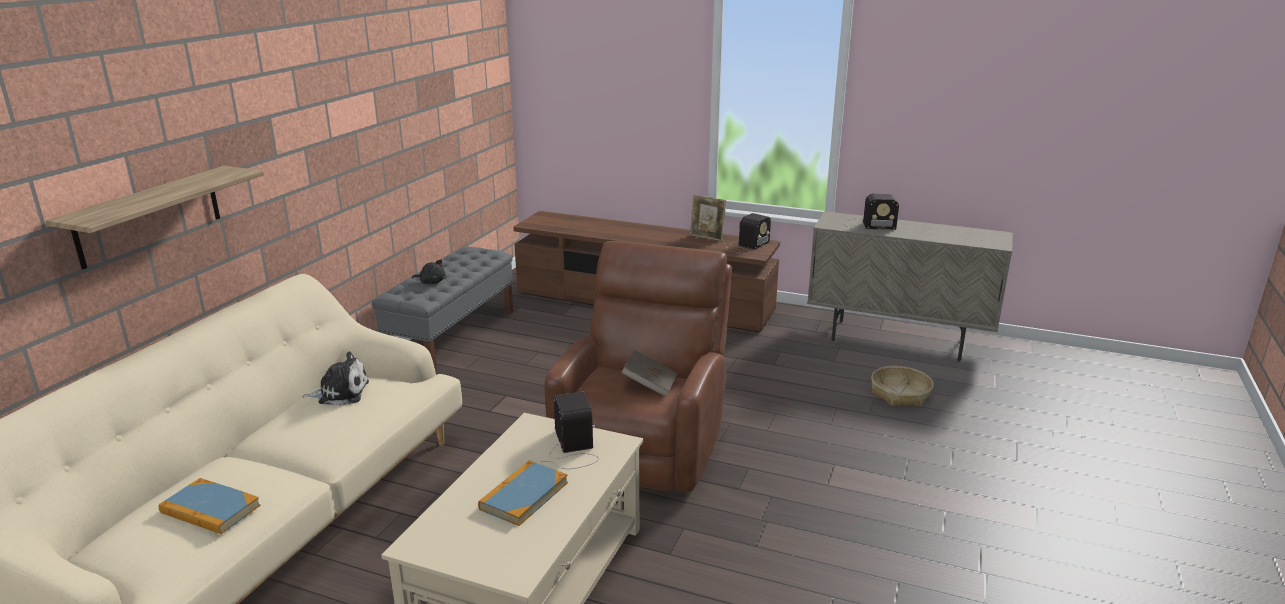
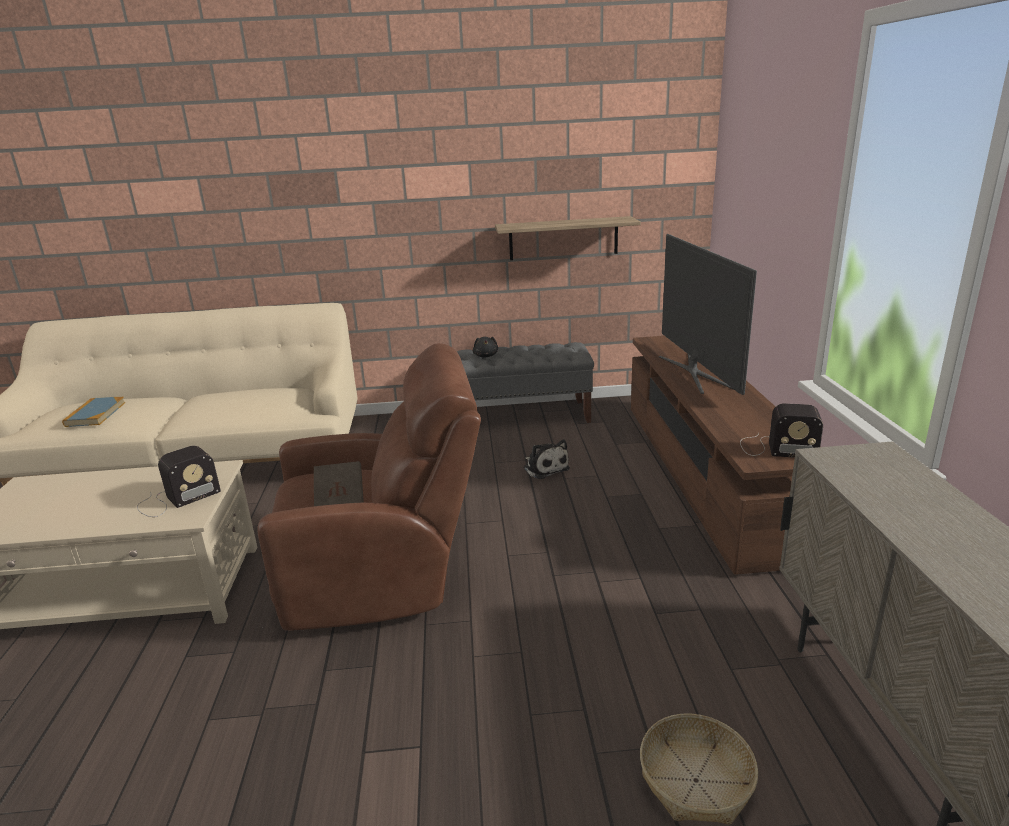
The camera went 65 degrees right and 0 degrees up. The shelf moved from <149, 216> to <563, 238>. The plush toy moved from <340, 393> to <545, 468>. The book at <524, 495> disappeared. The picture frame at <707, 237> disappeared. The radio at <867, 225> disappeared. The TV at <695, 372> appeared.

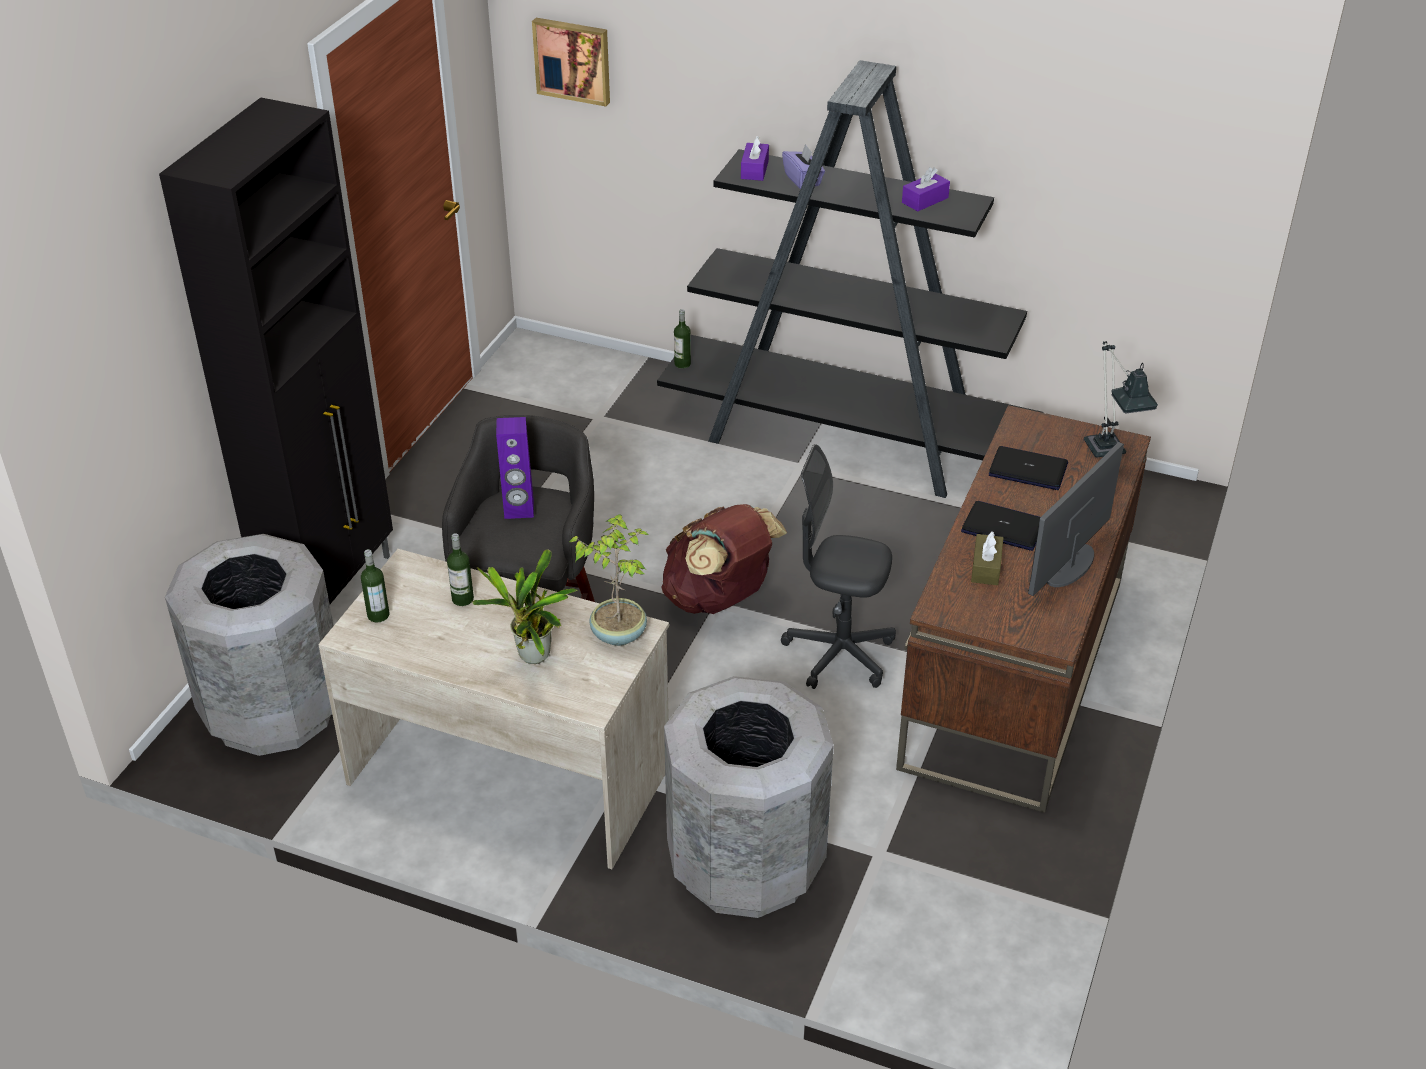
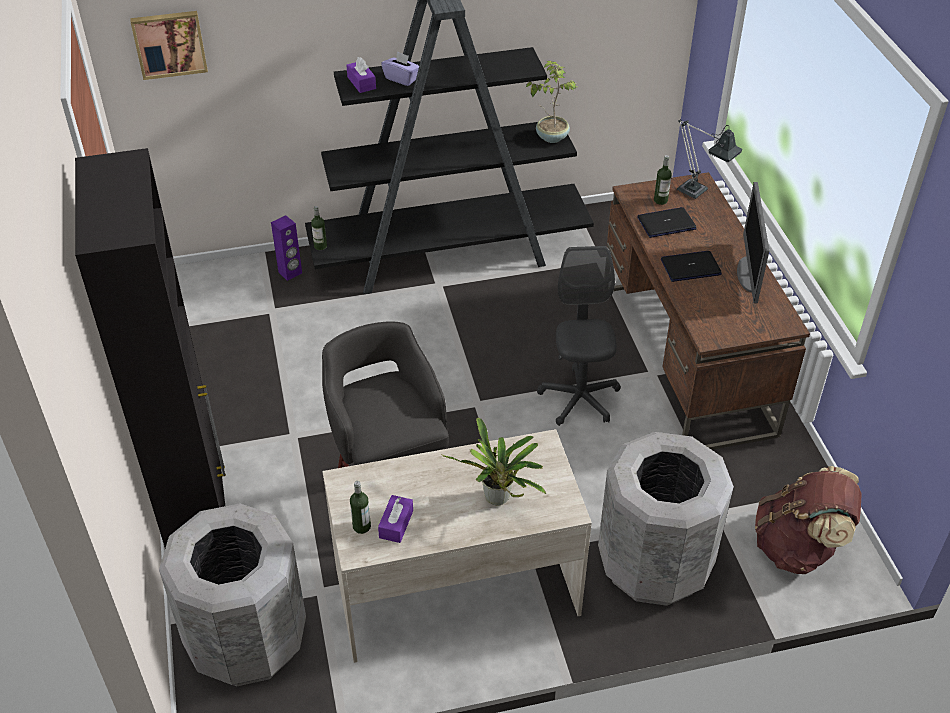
The camera went 35 degrees left and 5 degrees up. The beverage bottle moved from <462, 599> to <660, 200>. The purplish loudspeaker moved from <519, 510> to <290, 273>. The potted plant moved from <619, 633> to <551, 137>. The brown knapsack moved from <719, 599> to <798, 547>. The gray desk chair at <839, 654> turned 105 degrees clockwise. The purplish tissue holder moved from <925, 200> to <396, 524>. The brown tissue holder at <986, 567> disappeared.

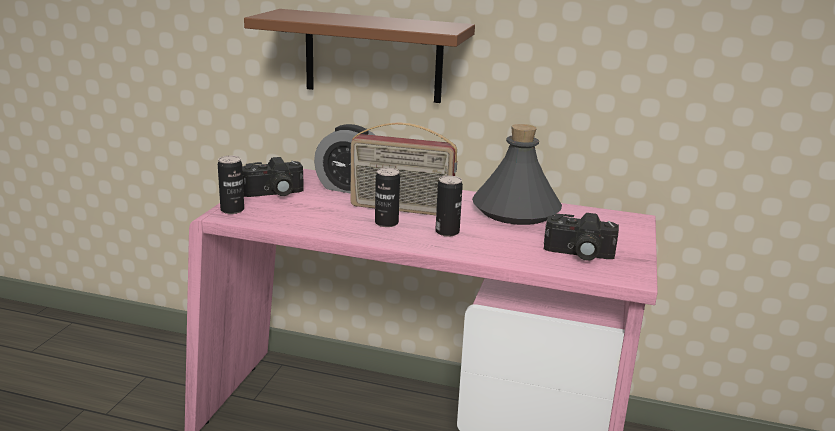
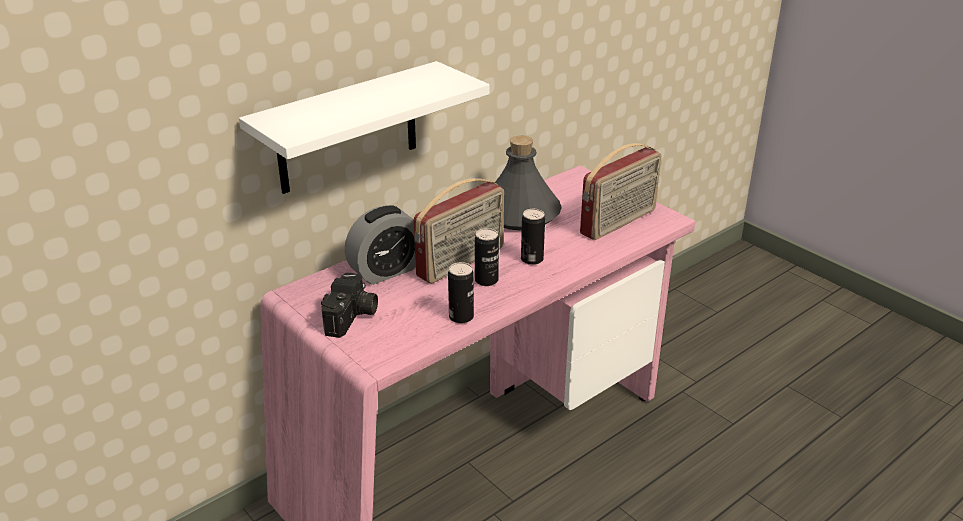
The camera went 55 degrees left and 10 degrees up. The metal can moved from <232, 210> to <461, 317>. The brown shelf at <373, 56> became the white-coloured shelf at <347, 129>. The still camera at <578, 254> was replaced by the radio at <619, 222>.

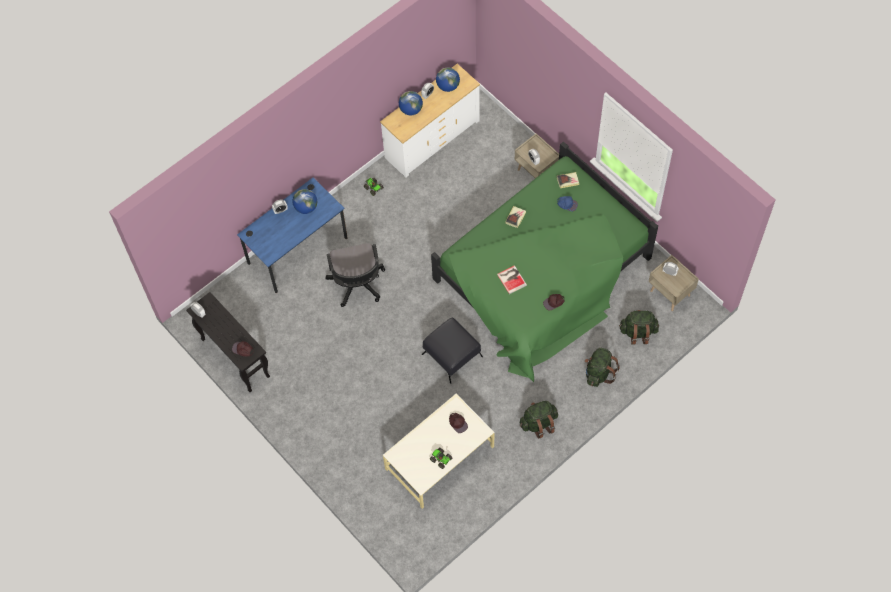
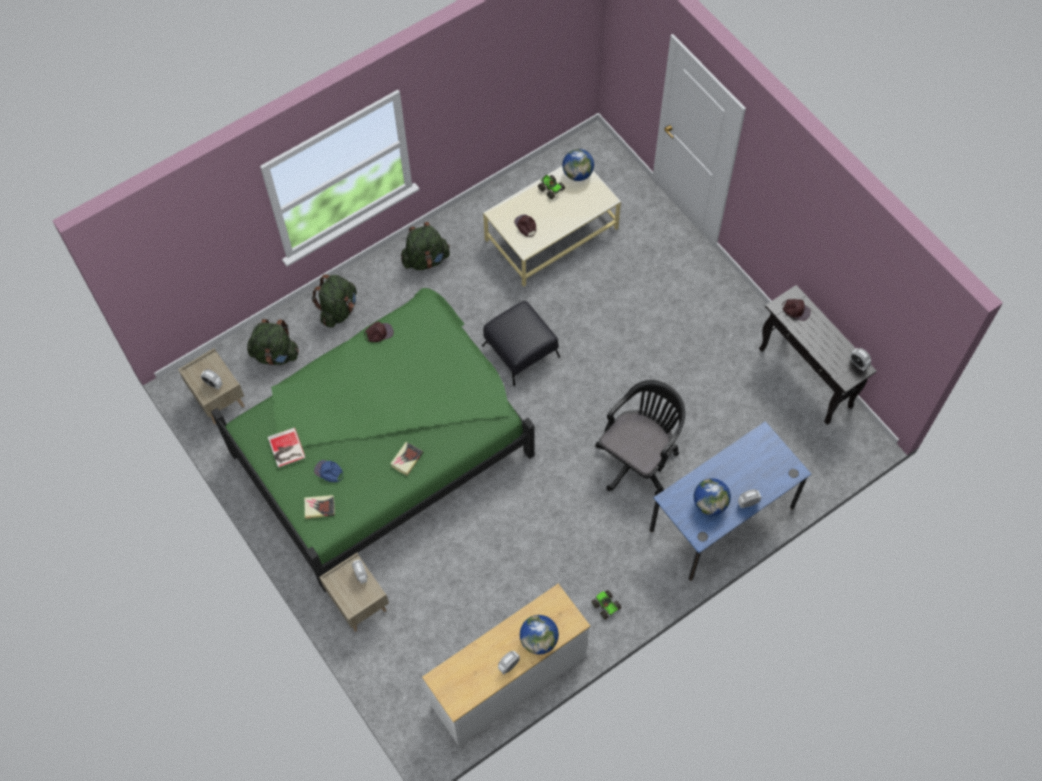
The camera went 175 degrees left and 0 degrees up. The black-coloured desk chair at <357, 285> turned 45 degrees clockwise. The globe moved from <448, 86> to <577, 174>. The book moved from <512, 279> to <286, 448>.

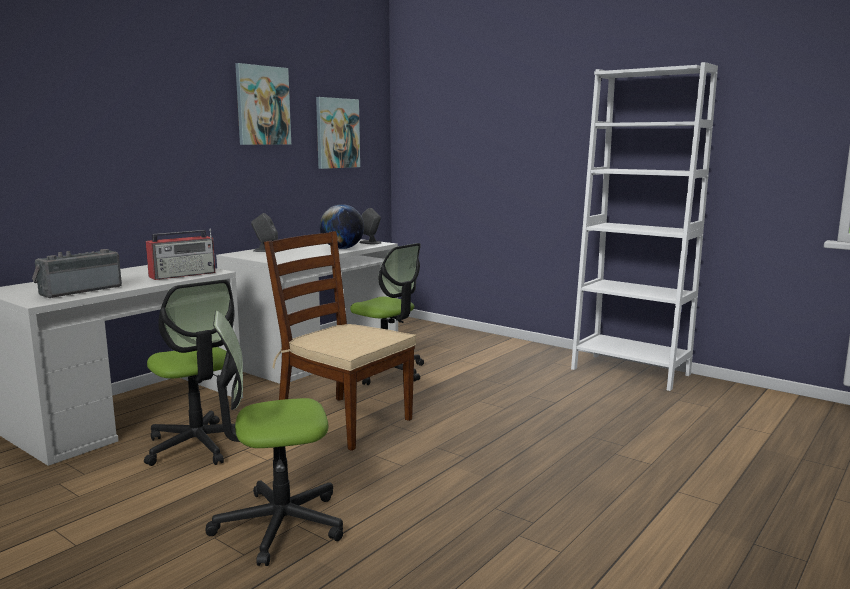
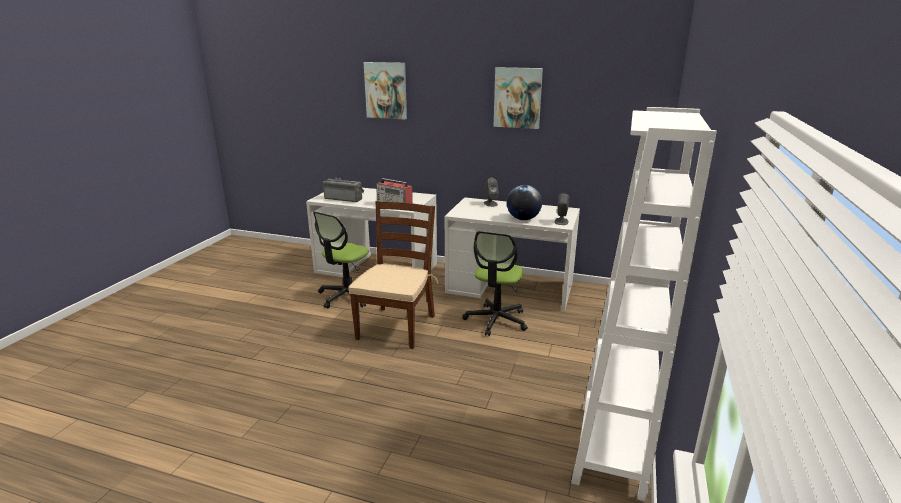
The camera went 70 degrees right and 10 degrees up. The desk chair at <279, 524> disappeared. The picture moved from <337, 133> to <386, 90>.

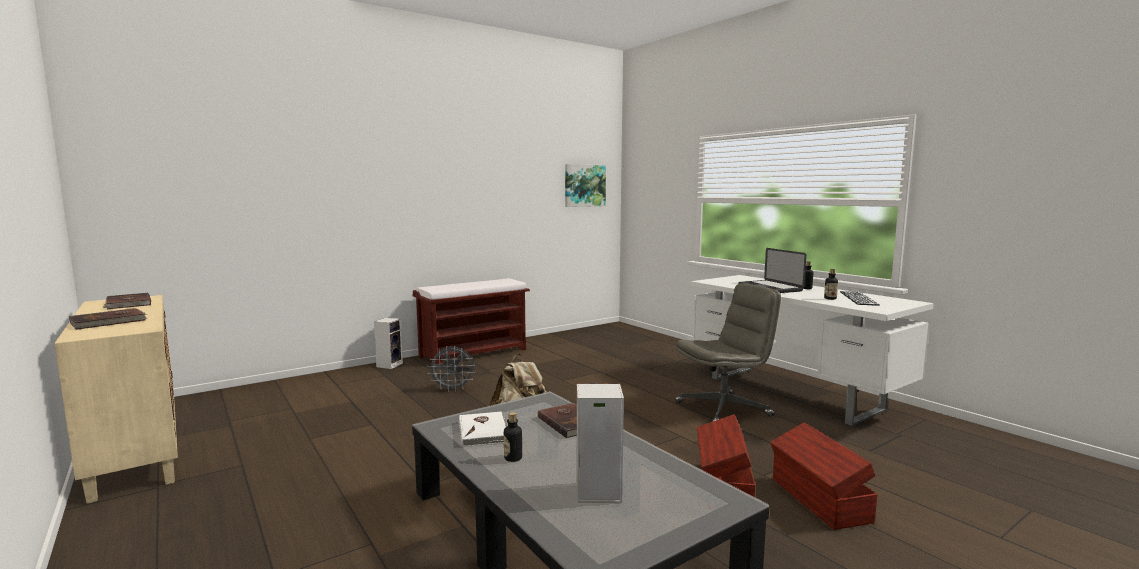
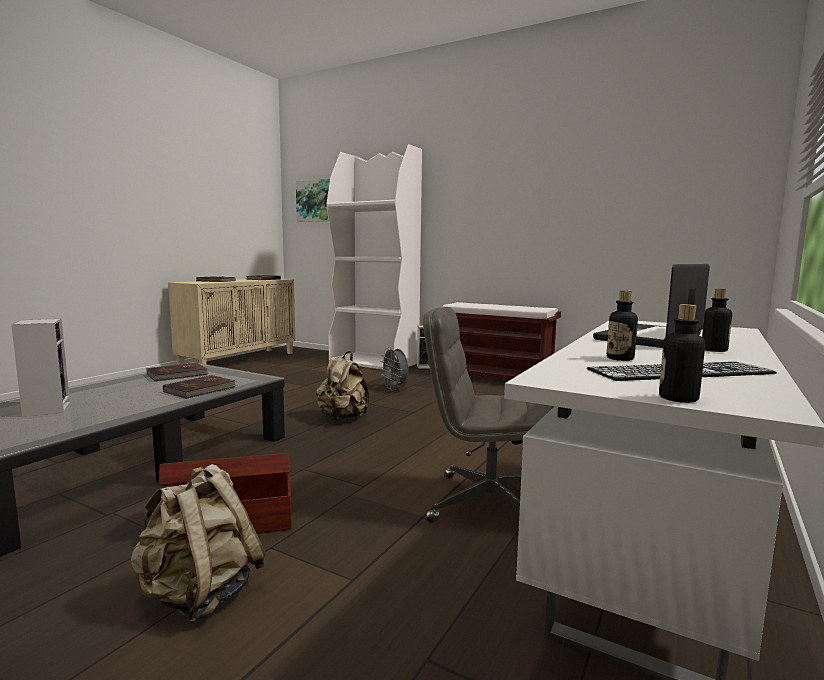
The camera went 65 degrees right and 0 degrees up. The white-coloured book at <484, 431> became the brown book at <178, 374>. The beverage bottle moved from <513, 458> to <678, 398>. The picture moved from <584, 185> to <316, 201>. The gray desk chair at <723, 409> turned 150 degrees clockwise. The brown storage container at <819, 500> was replaced by the beige knapsack at <199, 595>. The white-coloured shelving unit at <374, 362> appeared.

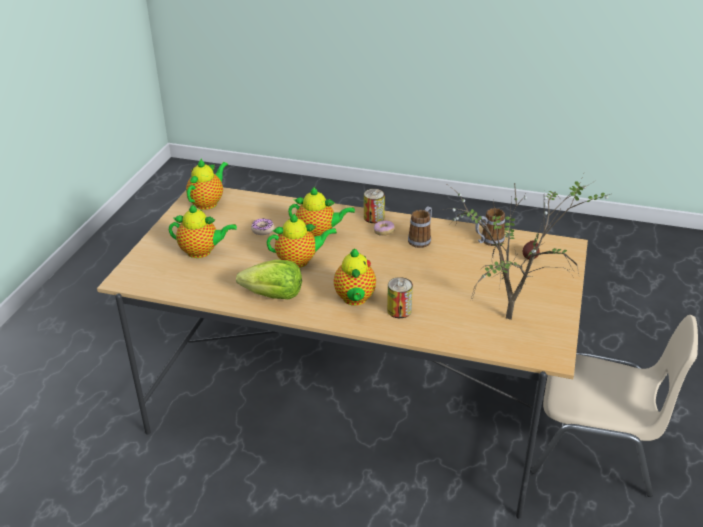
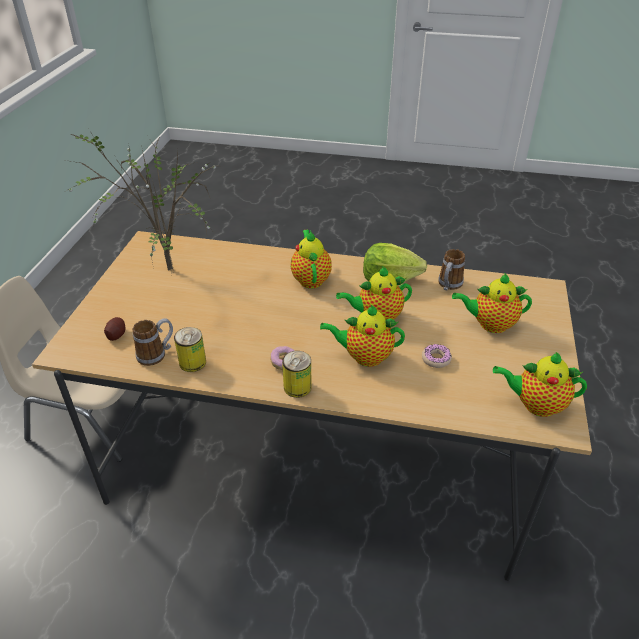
The camera went 175 degrees right and 5 degrees up. The teapot at <208, 202> turned 75 degrees clockwise. The metal can moved from <399, 310> to <192, 362>. The coffee mug moved from <421, 239> to <448, 286>.

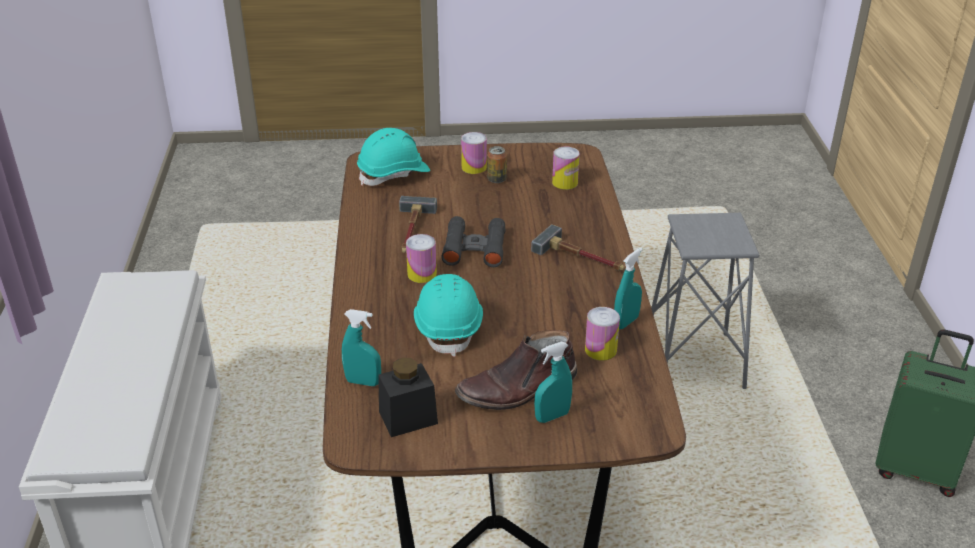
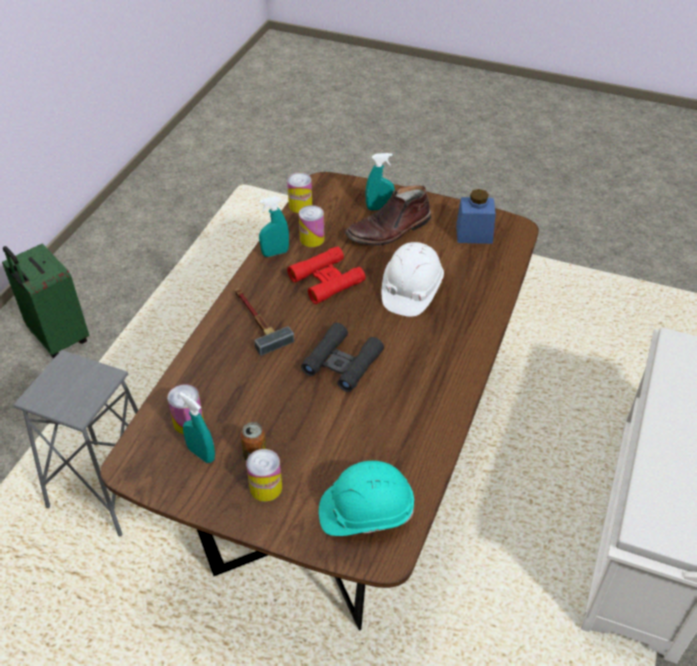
The camera went 155 degrees left and 10 degrees up. The turquoise hand sprayer moved from <363, 382> to <201, 454>. The black-coloured storage jar at <408, 418> became the blue-coloured storage jar at <474, 234>. The tool hammer at <412, 231> disappeared. The metal can moved from <422, 274> to <300, 205>. The turquoise safety helmet at <449, 327> became the white-coloured safety helmet at <411, 290>. The brown tall boot at <518, 389> turned 150 degrees clockwise. The red-coloured field glasses at <326, 280> appeared.

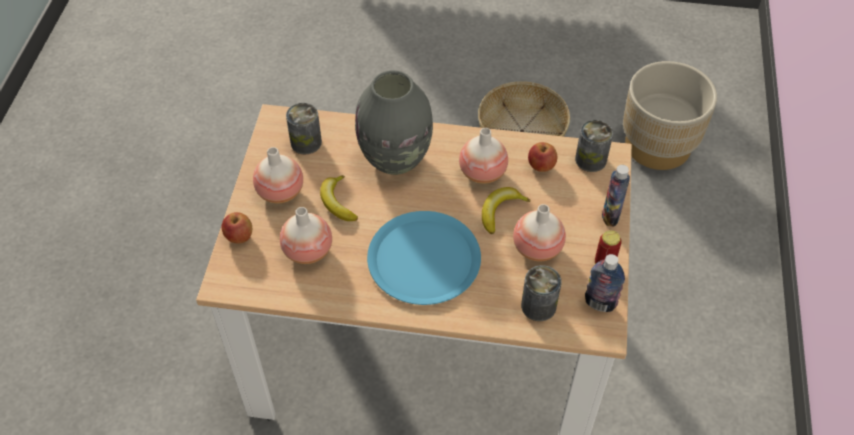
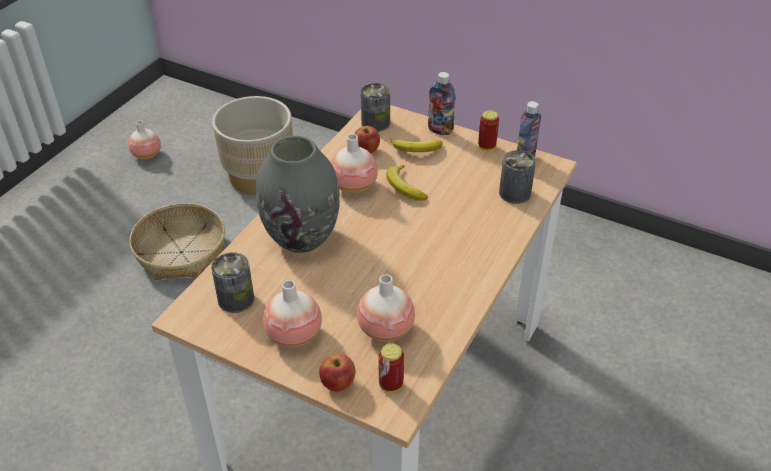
The camera went 70 degrees left and 10 degrees down. The banana fruit moved from <337, 202> to <416, 150>. The blue-coloured dinner plate at <424, 259> disappeared. The flower vase moved from <537, 248> to <147, 155>. The metal can at <391, 384> appeared.

